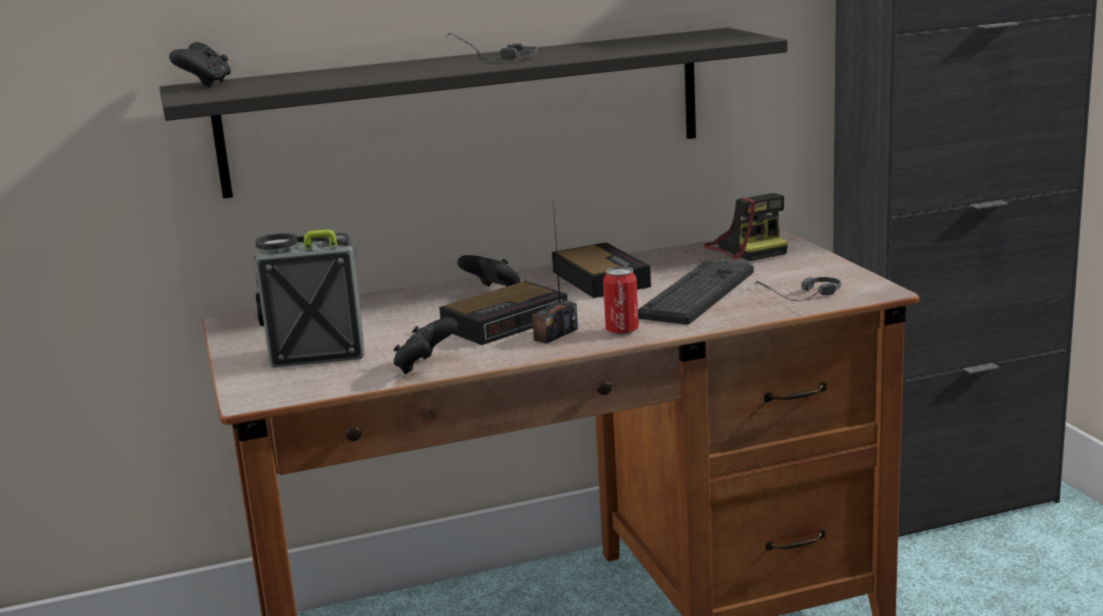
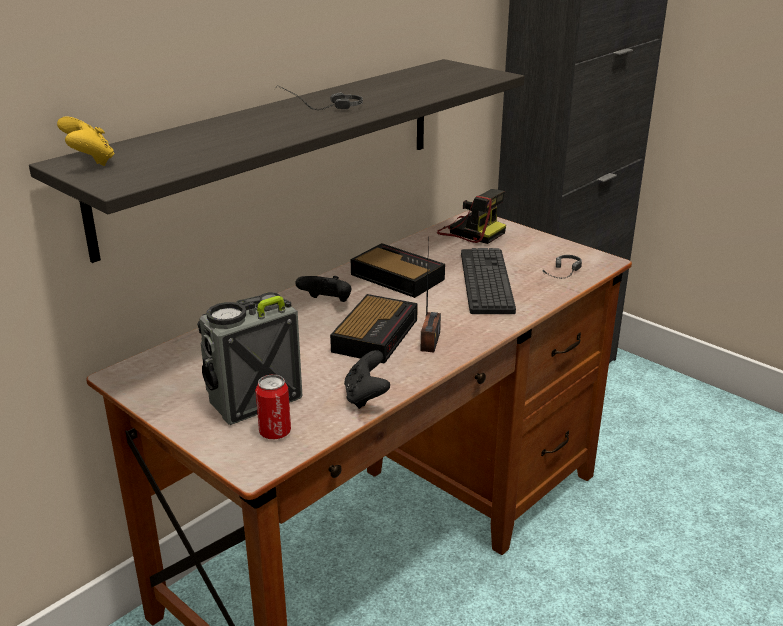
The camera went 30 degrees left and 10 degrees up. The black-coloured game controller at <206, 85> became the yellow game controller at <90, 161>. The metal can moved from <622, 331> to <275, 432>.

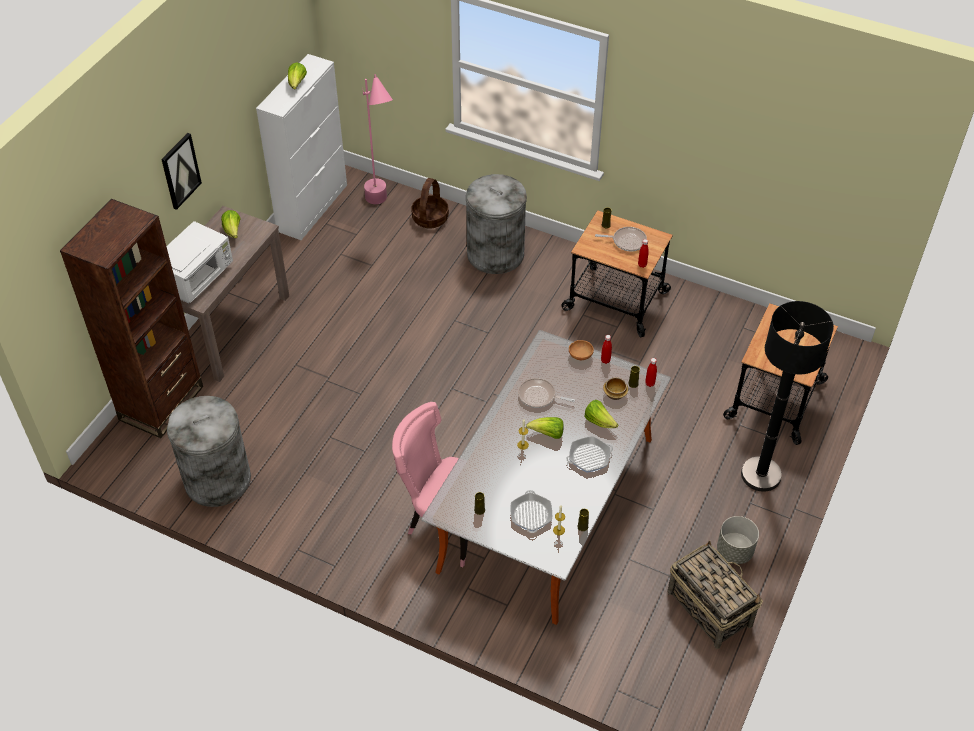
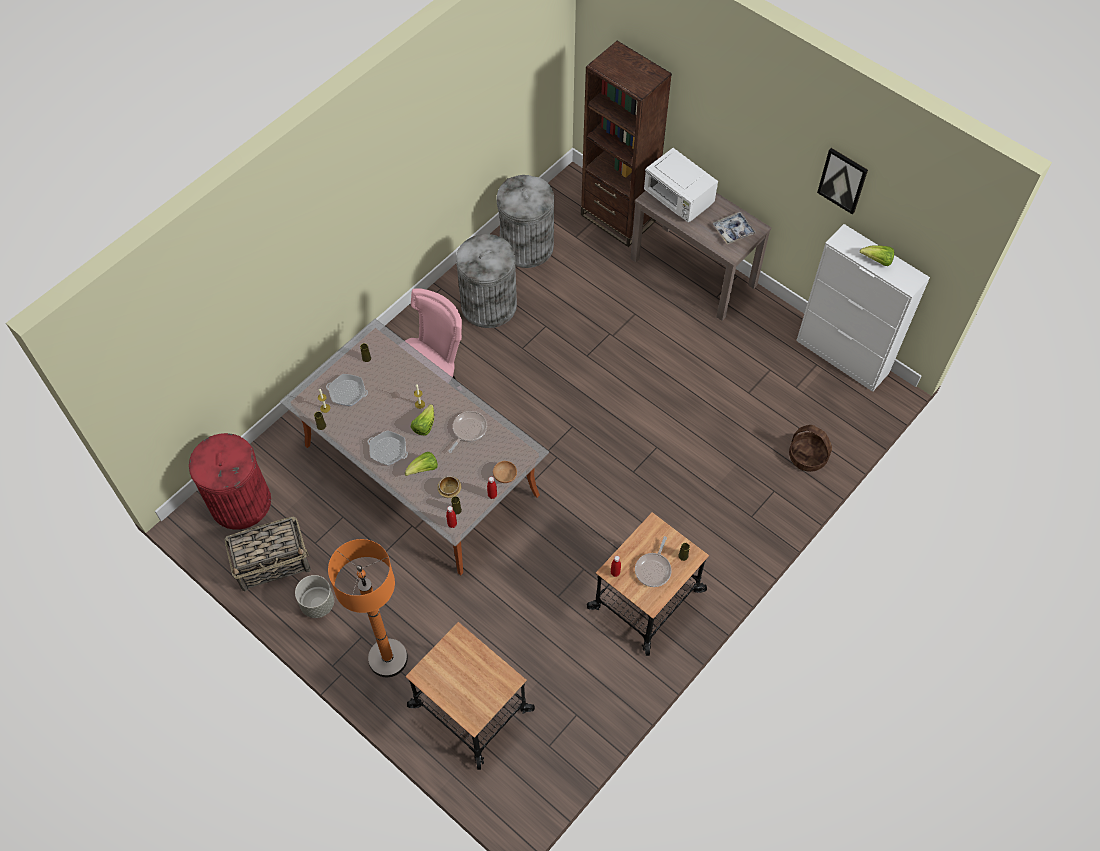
The camera went 105 degrees right and 10 degrees up. The picture moved from <180, 170> to <843, 180>. The lettuce at <233, 231> was replaced by the carrying tray at <733, 231>. The pinkish standing lamp at <382, 208> disappeared. The gray trash can moved from <496, 253> to <488, 305>. The skillet at <589, 457> turned 60 degrees counterclockwise. The black-coloured standing lamp at <760, 475> became the orange-coloured standing lamp at <388, 658>. The red-coloured trash can at <240, 502> appeared.

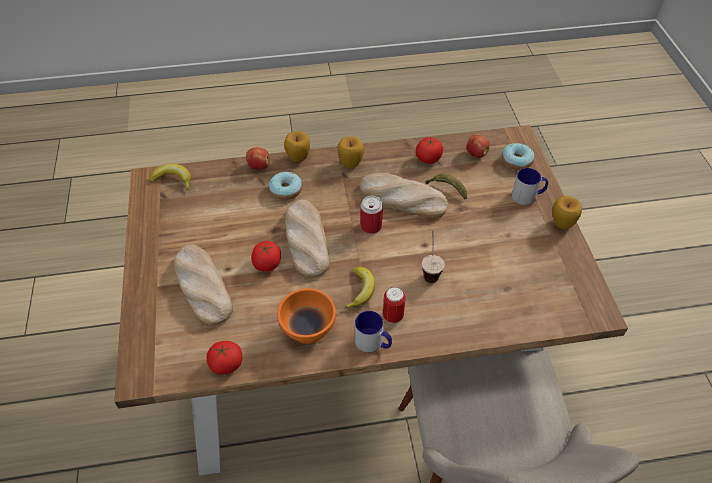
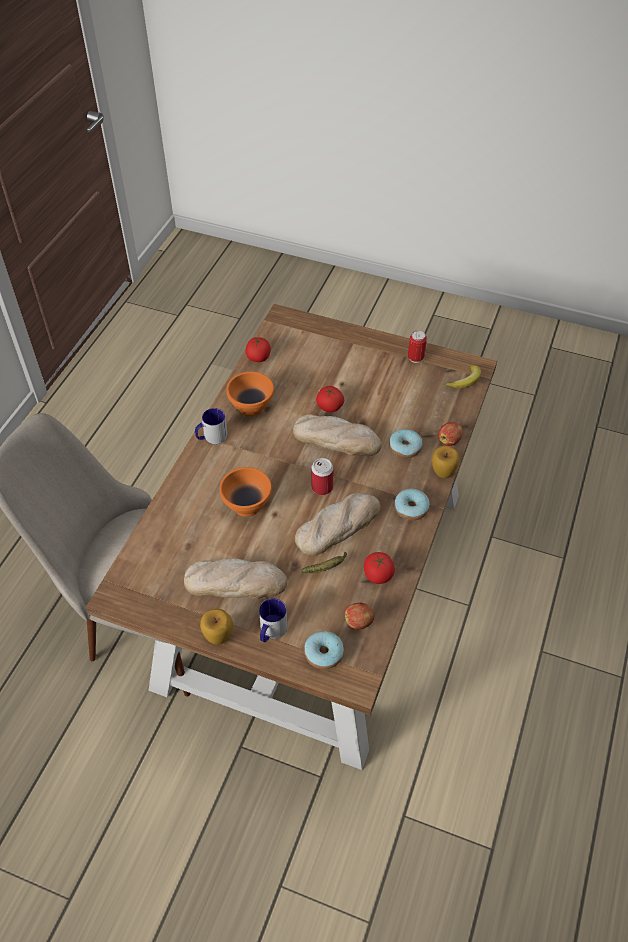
The camera went 120 degrees right and 0 degrees up. The bakery bread moved from <202, 286> to <236, 582>. The whole apple at <350, 163> was replaced by the ring doughnut at <411, 508>. The banana fruit at <360, 290> disappeared. The metal can moved from <393, 316> to <415, 358>. The small cup at <430, 269> was replaced by the orange-coloured serving bowl at <247, 504>.

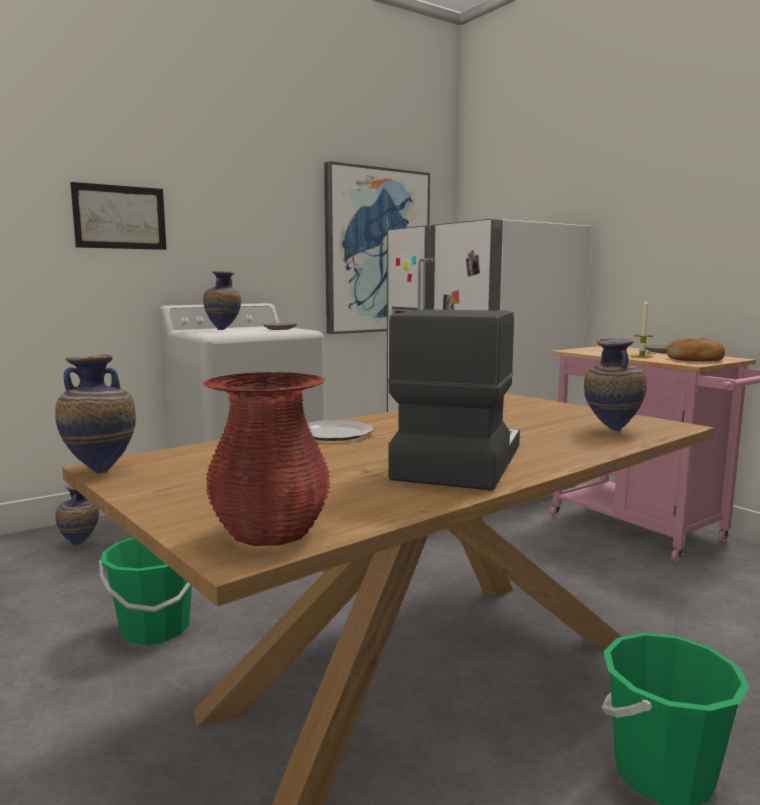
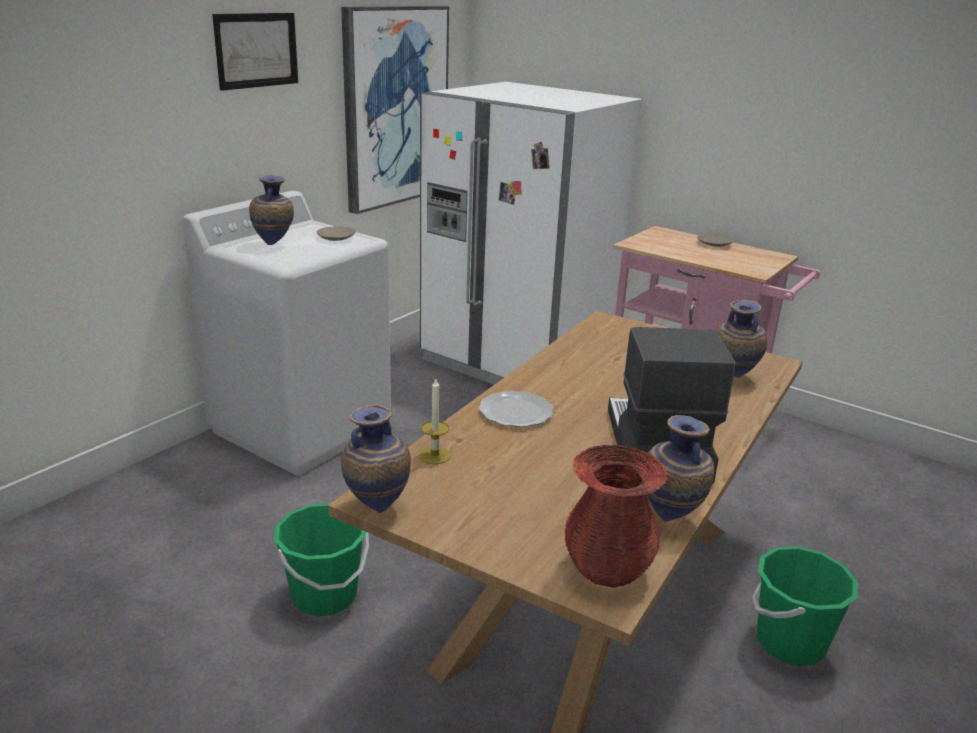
The camera went 20 degrees left and 15 degrees up. The flower vase moved from <80, 545> to <671, 518>. The picture moved from <120, 217> to <256, 50>. The wax candle moved from <642, 356> to <434, 455>. The bakery bread at <695, 360> disappeared.

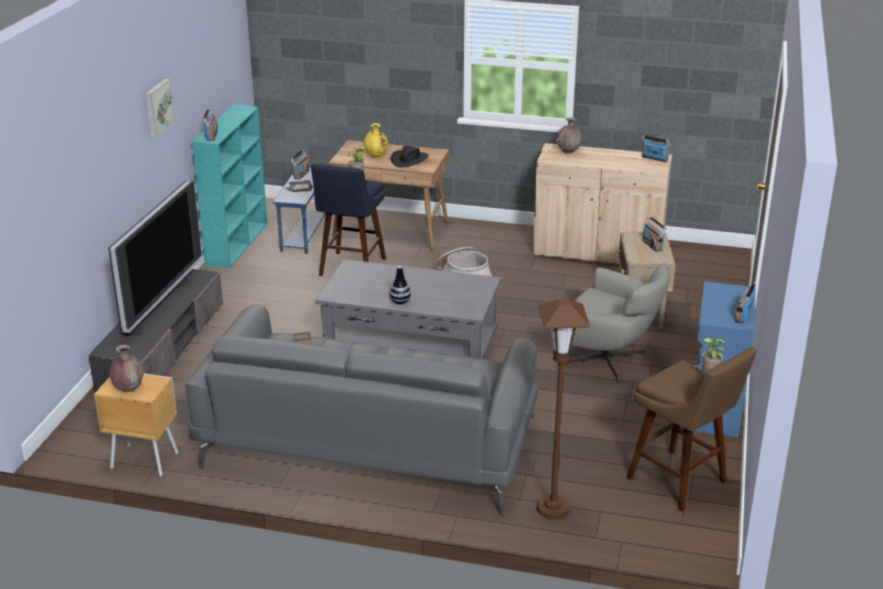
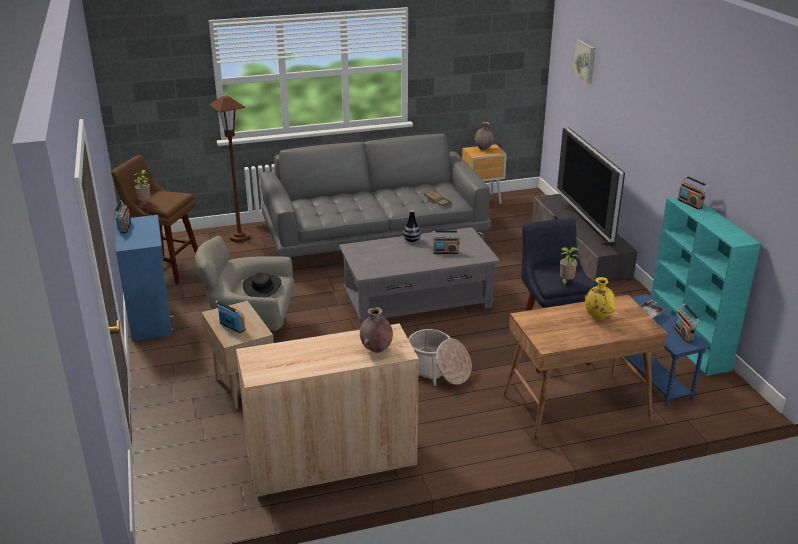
The camera went 150 degrees right and 0 degrees up. The picture moved from <157, 107> to <585, 61>. The black-coloured wearable hat moved from <409, 159> to <262, 287>. The radio moved from <654, 158> to <445, 252>.

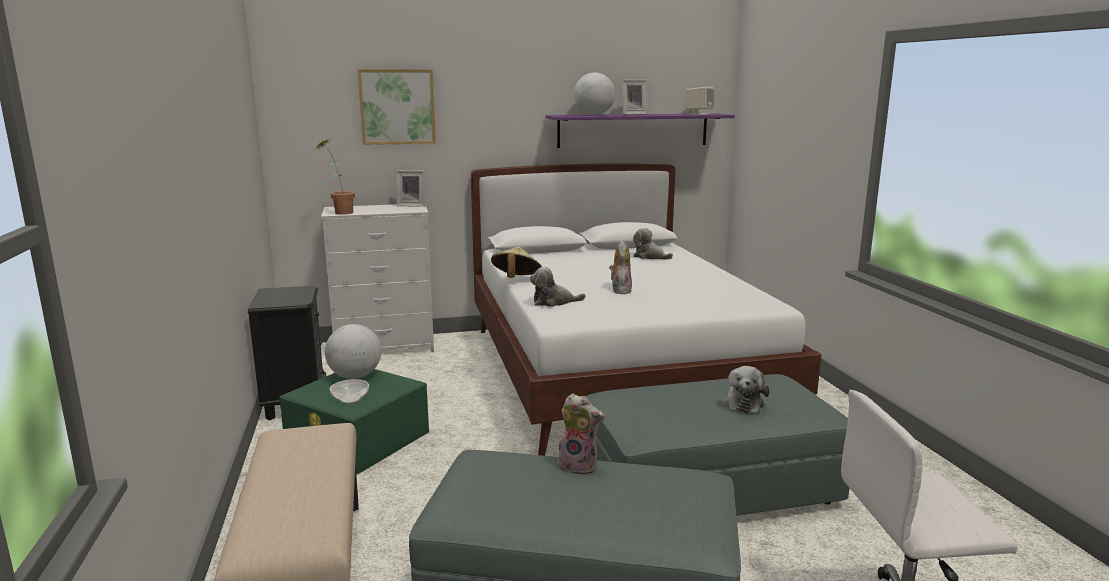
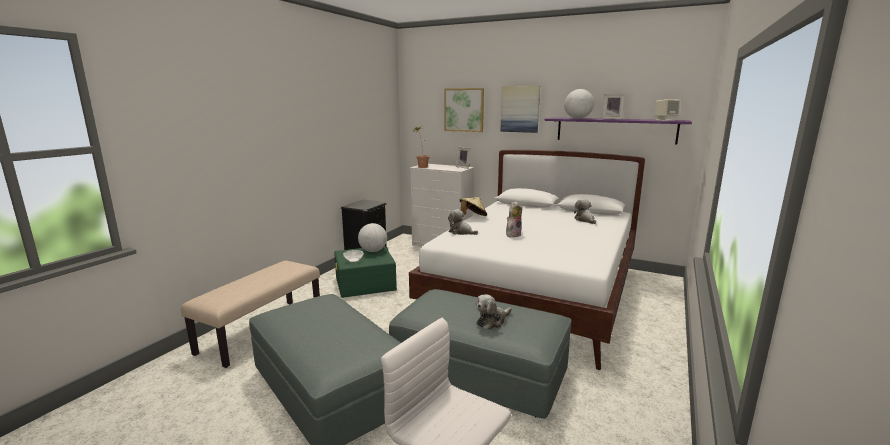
The camera went 40 degrees right and 0 degrees up. The plush toy at <579, 466> disappeared. The picture at <520, 109> appeared.

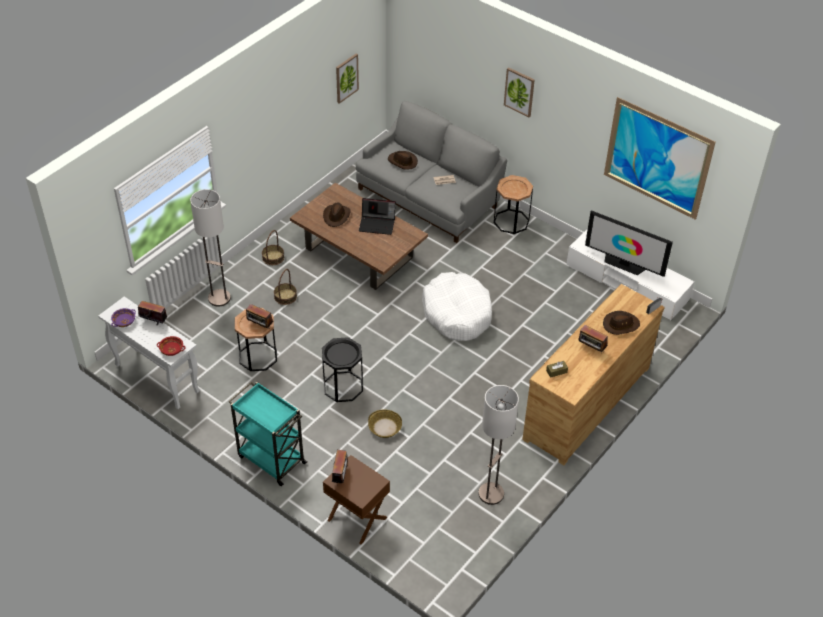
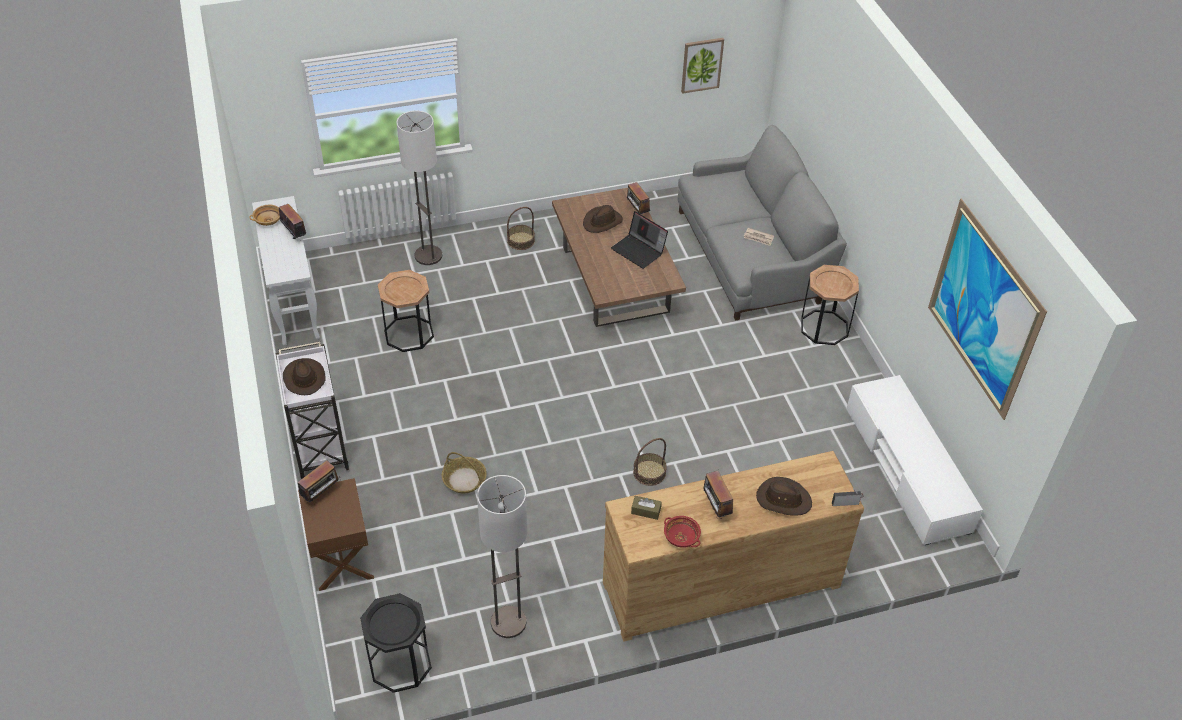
The camera went 35 degrees right and 0 degrees up. The purplish serving bowl at <124, 321> became the beige serving bowl at <268, 220>. The red-coloured serving bowl moved from <172, 350> to <681, 537>. The turquoise cart at <270, 459> became the white-coloured cart at <319, 445>. The radio moved from <260, 326> to <637, 211>. The storage basket moved from <285, 296> to <649, 472>. The black-coloured end table moved from <343, 386> to <400, 664>. The brown wearable hat moved from <402, 161> to <304, 378>. The white-coloured dog bed at <457, 313> disappeared. The picture at <519, 92> disappeared. The TV at <624, 264> disappeared.

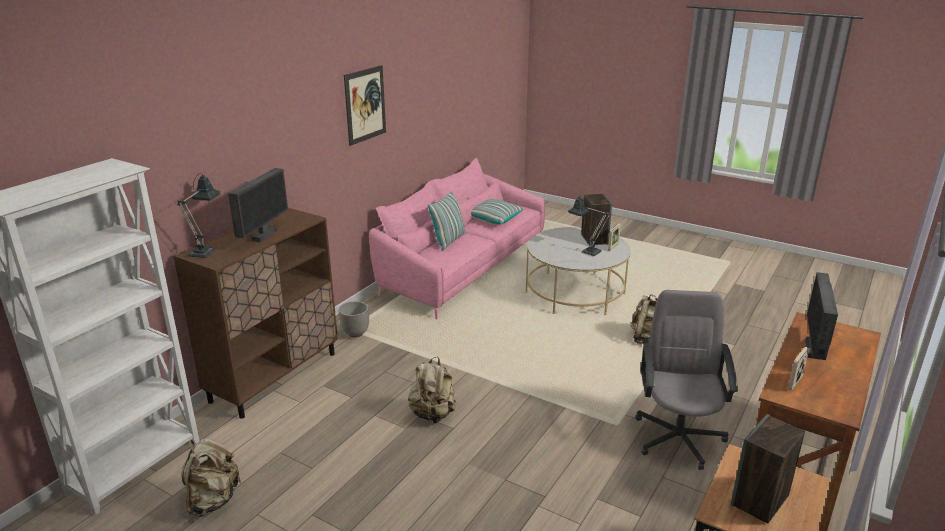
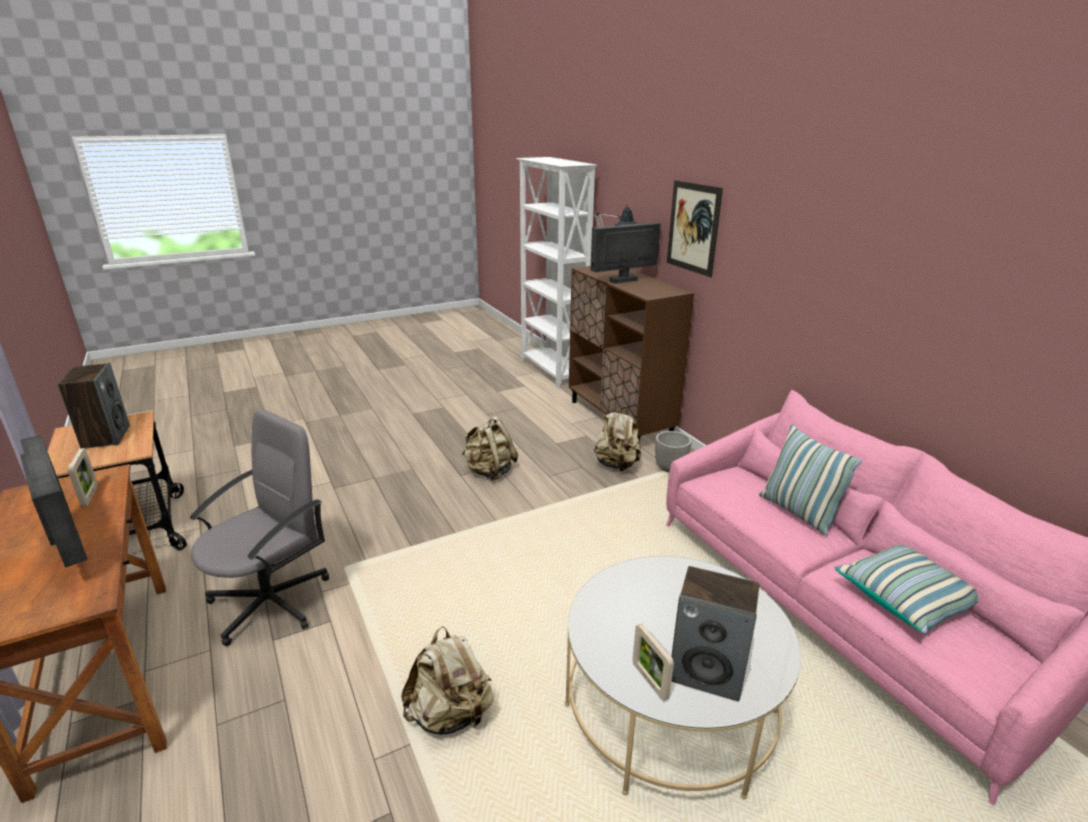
The camera went 120 degrees right and 0 degrees up. The beige knapsack moved from <213, 500> to <617, 465>. The computer screen at <263, 235> turned 105 degrees clockwise. The picture moved from <365, 105> to <693, 227>. The tabletop lamp at <587, 251> disappeared. The gray desk chair at <678, 437> turned 90 degrees counterclockwise.

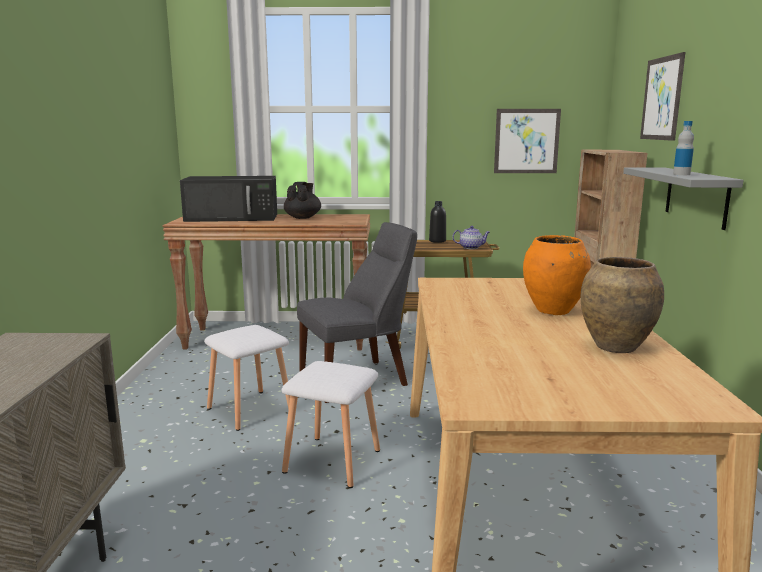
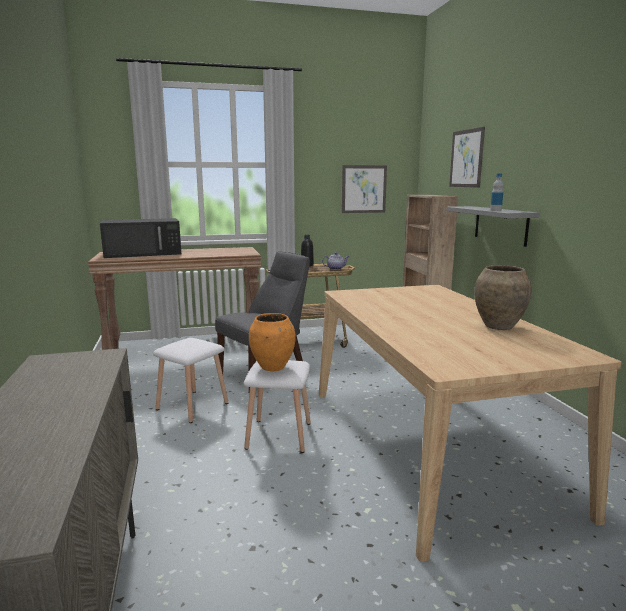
The camera went 15 degrees left and 0 degrees up. The black-coloured teapot at <303, 218> disappeared. The orange-coloured flower vase moved from <553, 311> to <273, 367>.

